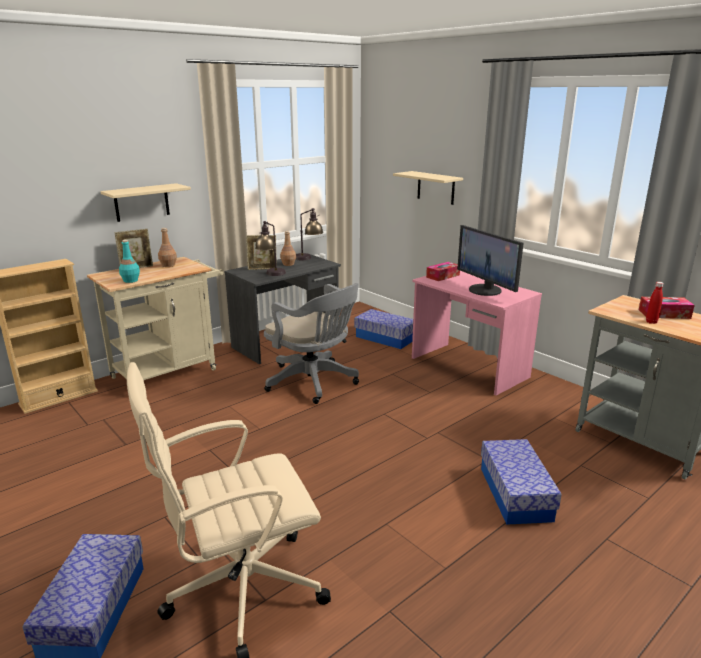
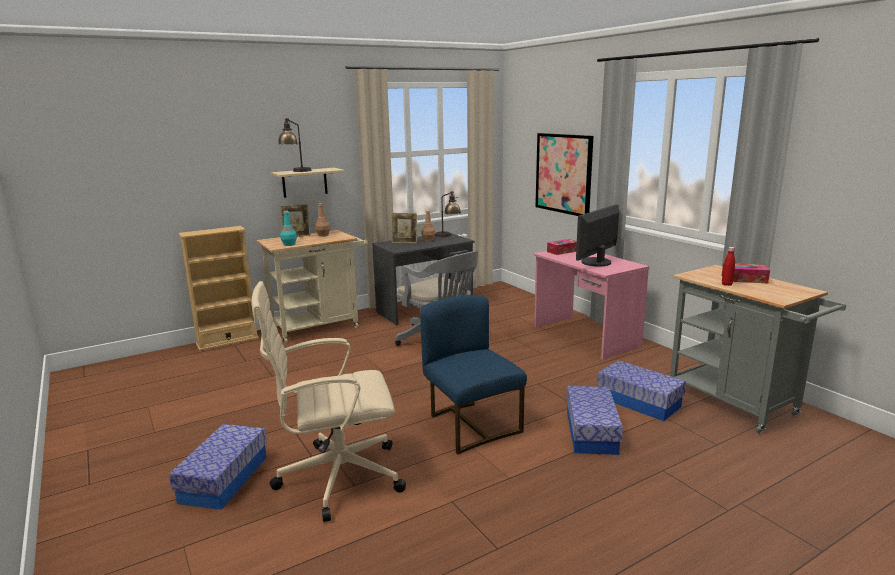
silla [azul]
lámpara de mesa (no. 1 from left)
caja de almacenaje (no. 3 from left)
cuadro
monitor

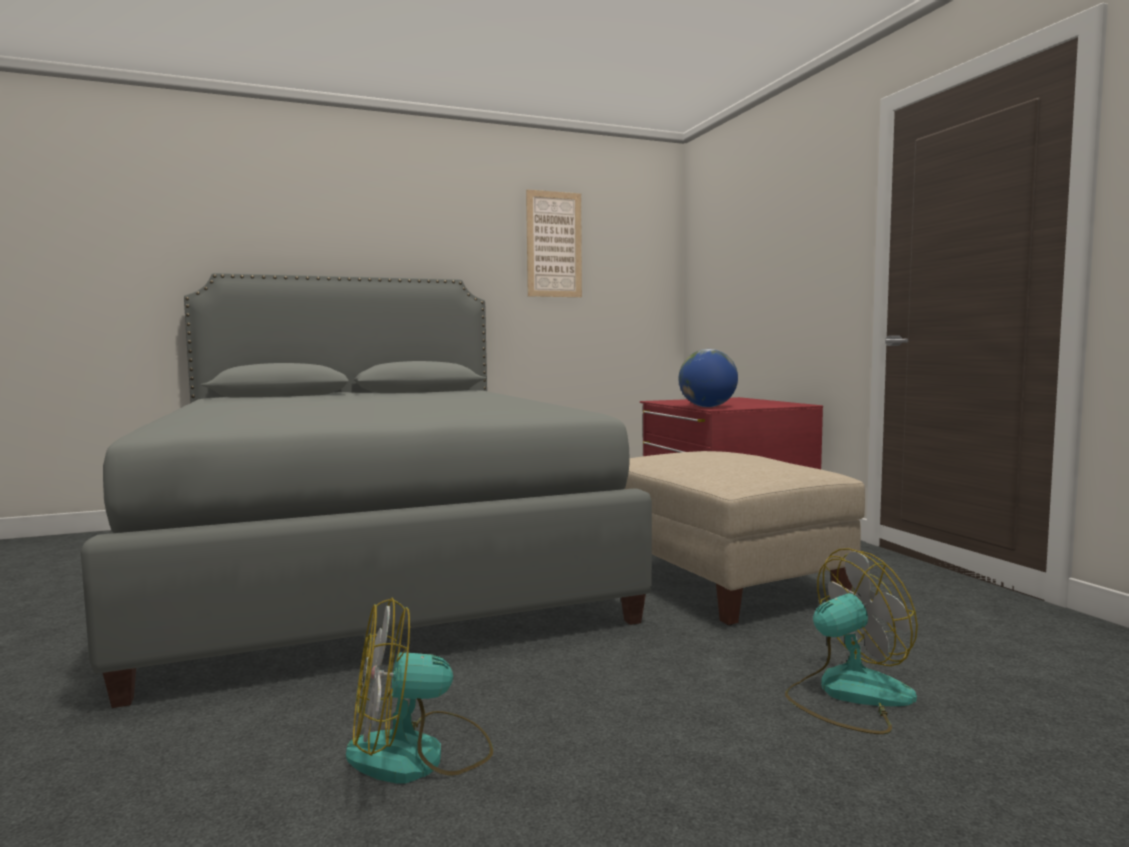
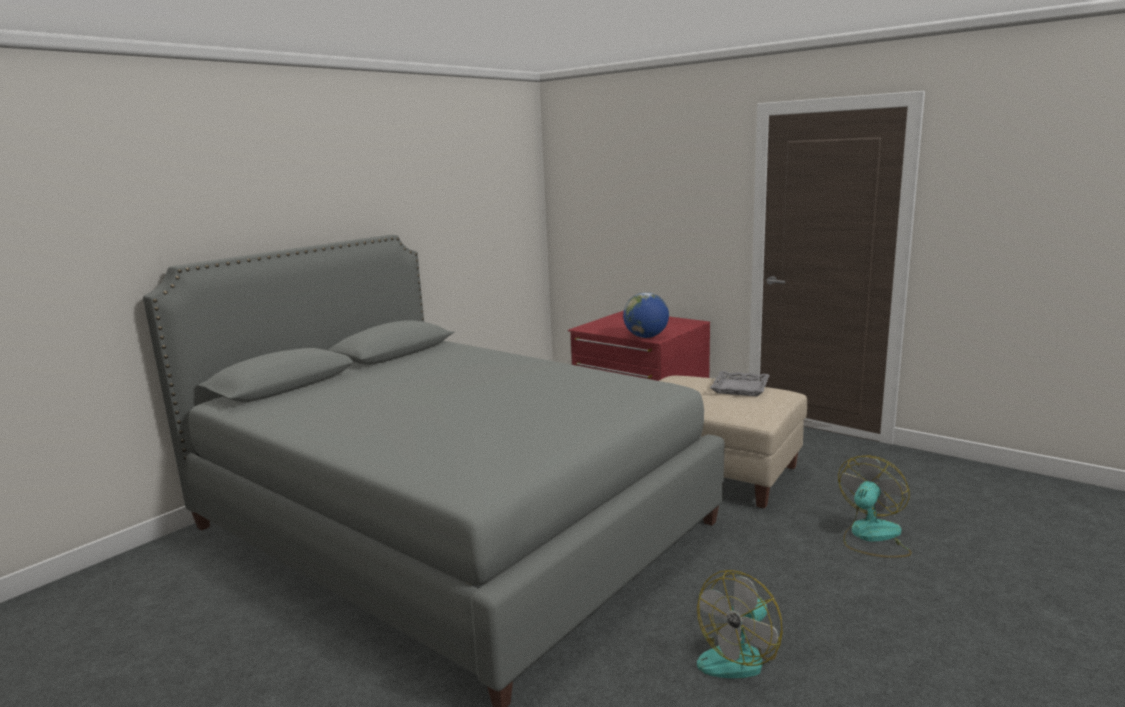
cuadro
bandeja [gris]

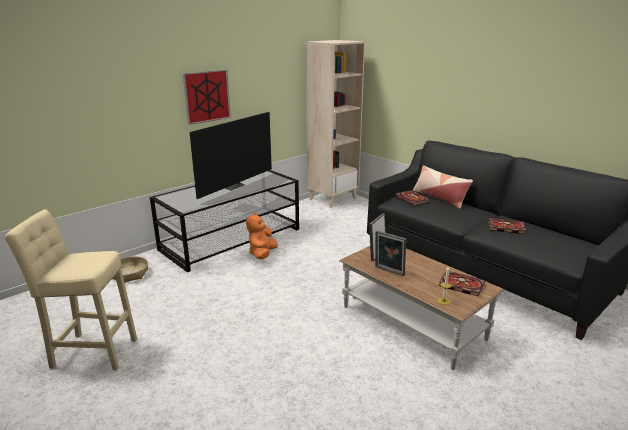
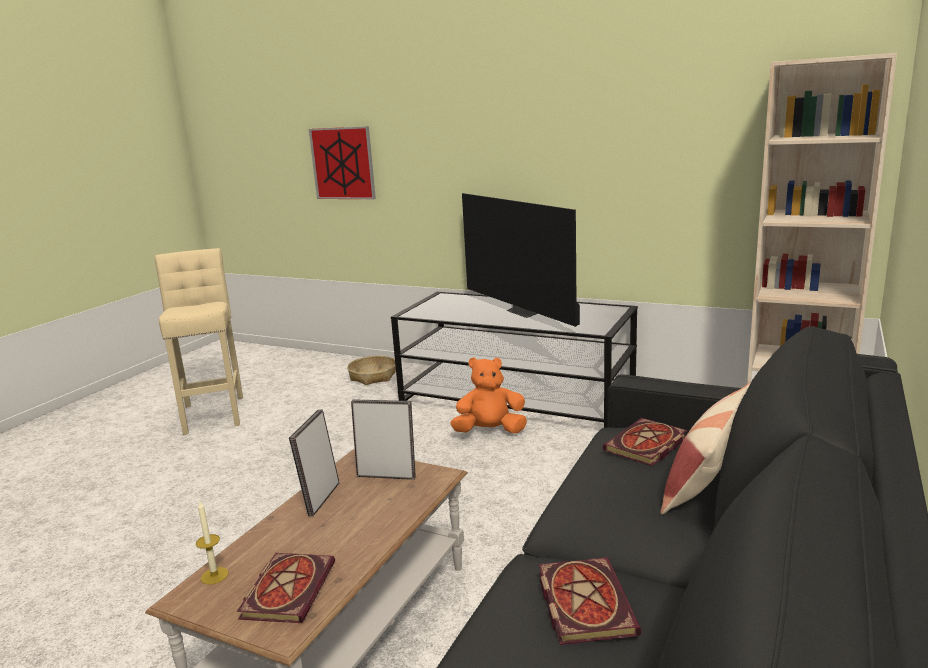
cuadro
televisor

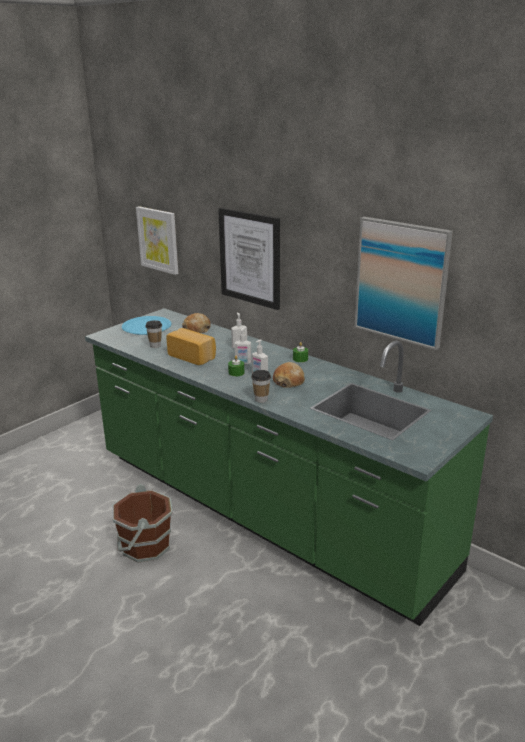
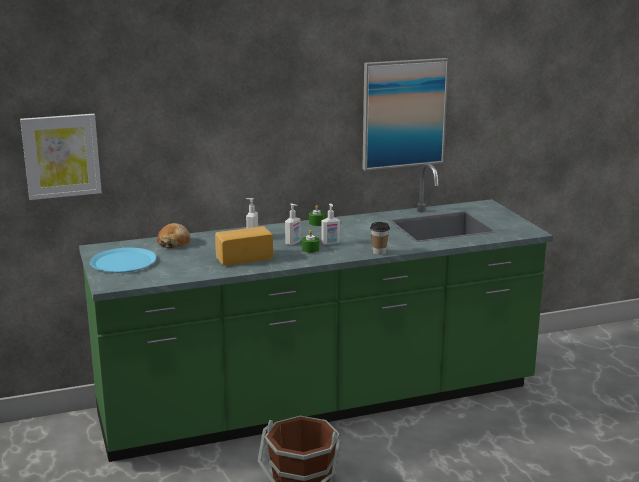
taza (no. 1 from left in the first image)
cuadro (no. 2 from left in the first image)
pan (no. 3 from left in the first image)

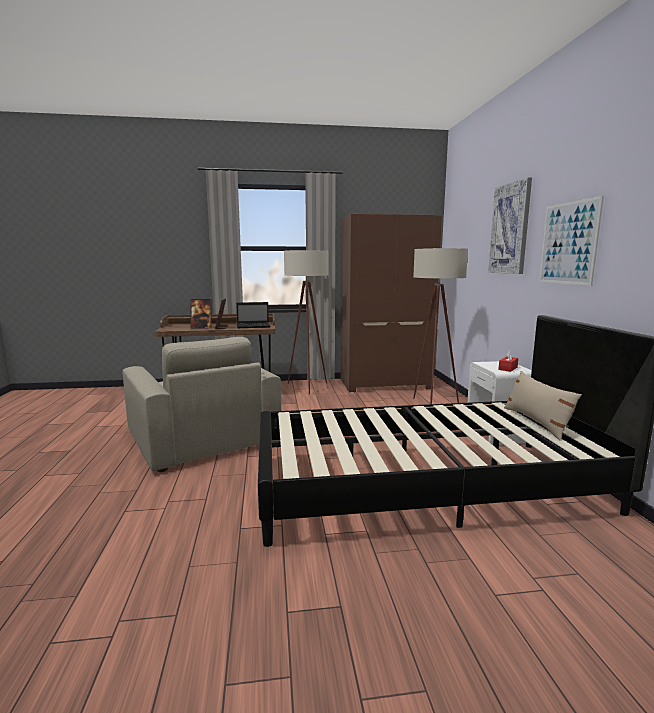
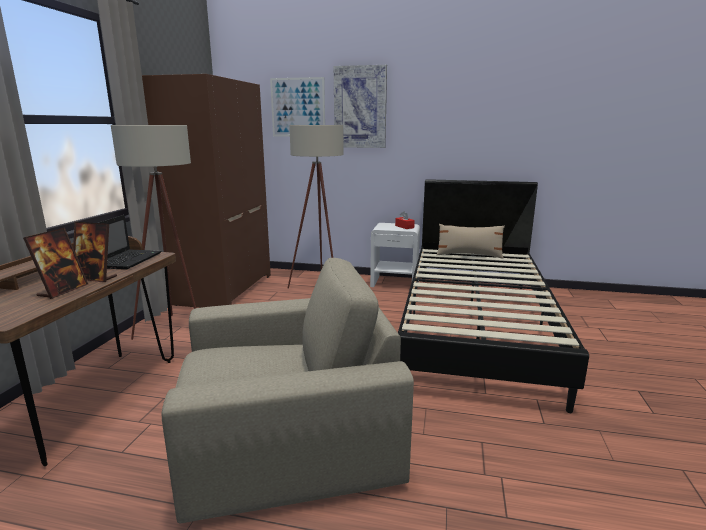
cuadro (no. 1 from left)

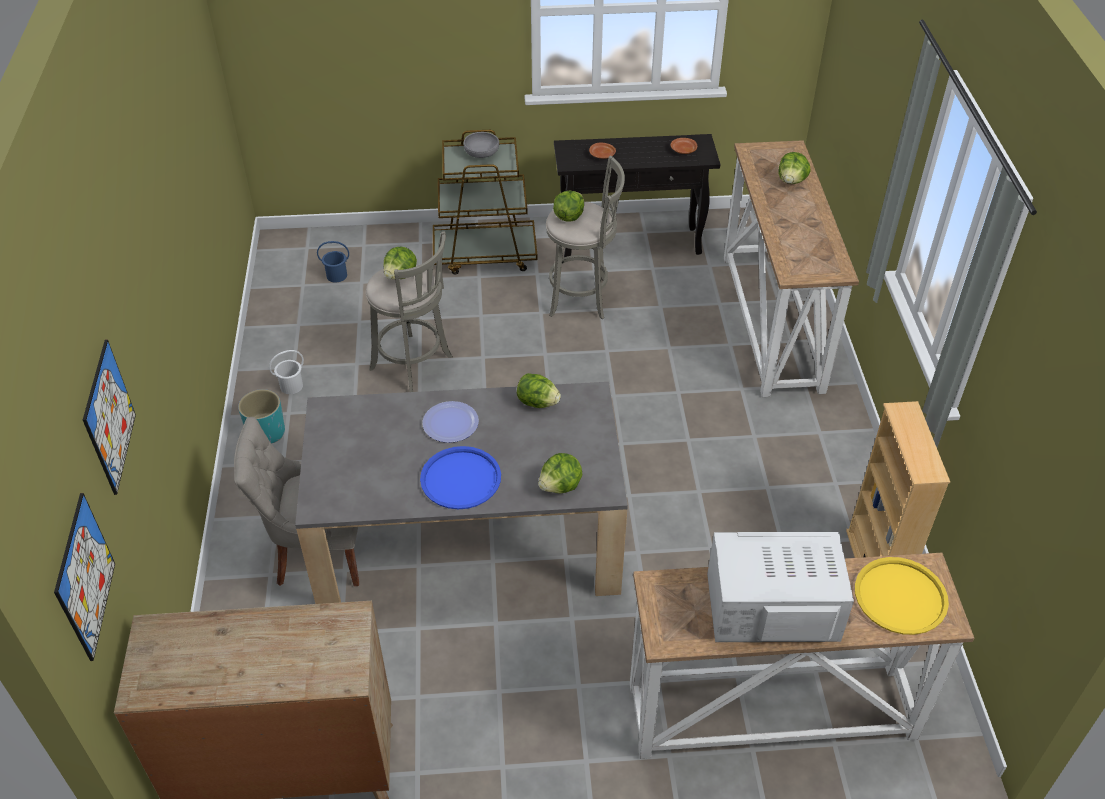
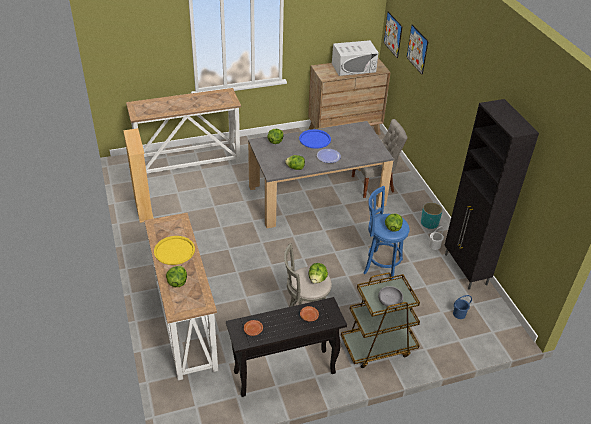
armario [negro]
microondas [blanco]
bandeja [amarillo]
taburete [azul]

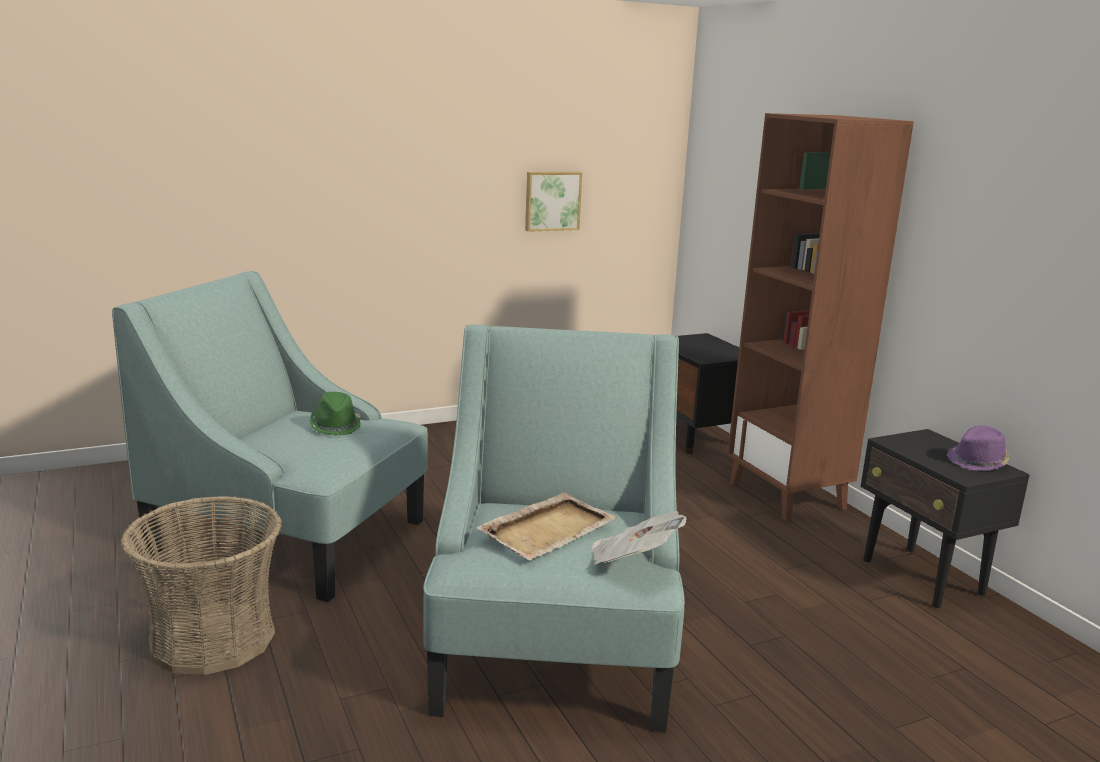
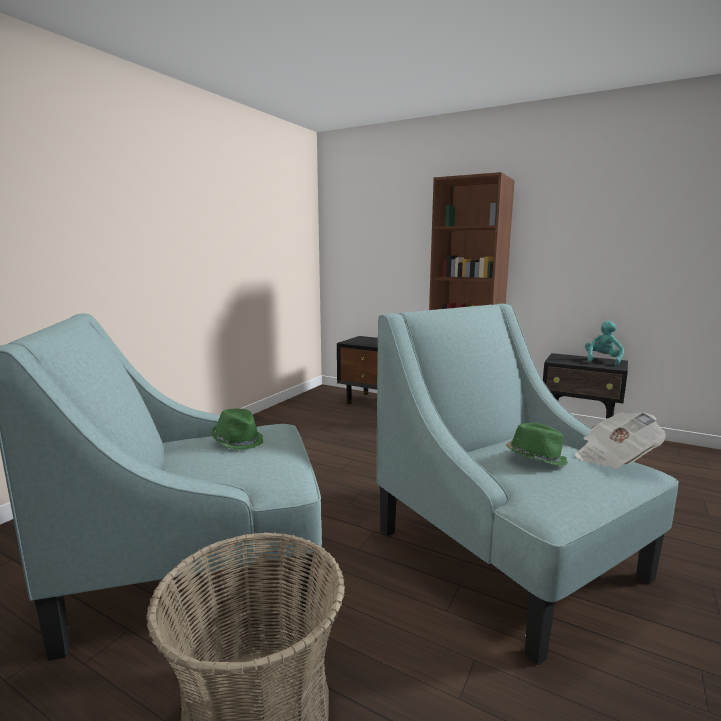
cuadro
sombrero [verde] (no. 2 from left)
peluche [turquesa]

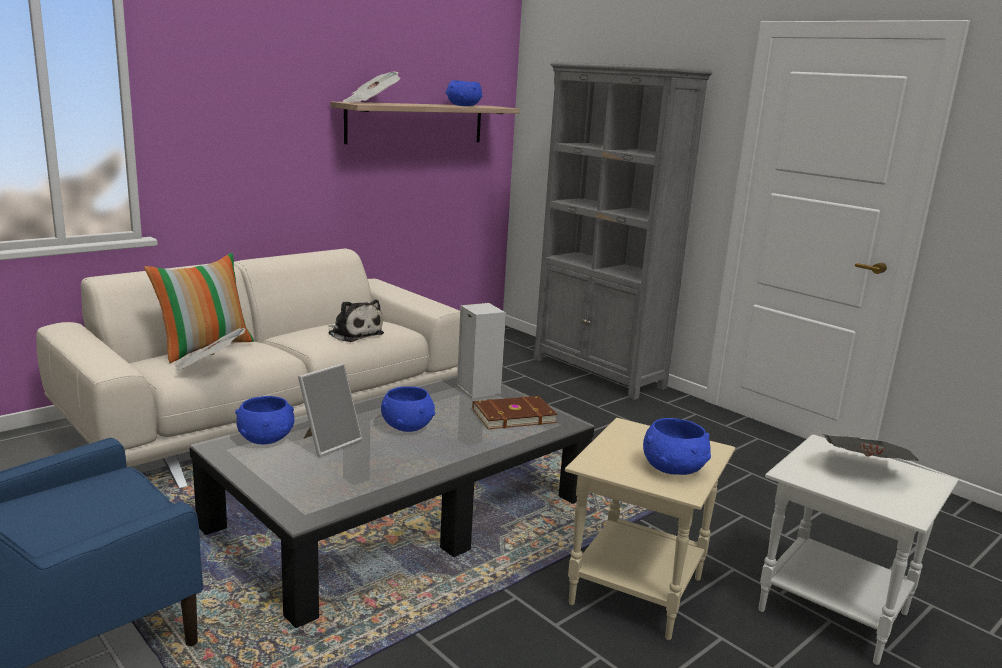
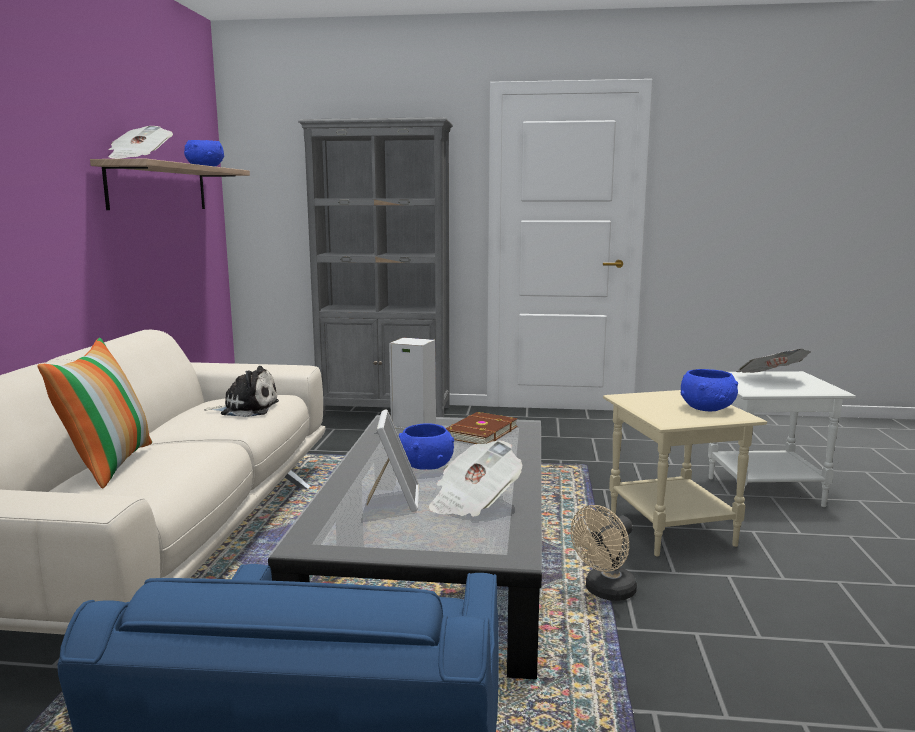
cuenco [azul] (no. 1 from left in the first image)
ventilador [beis]
periódico (no. 2 from left)

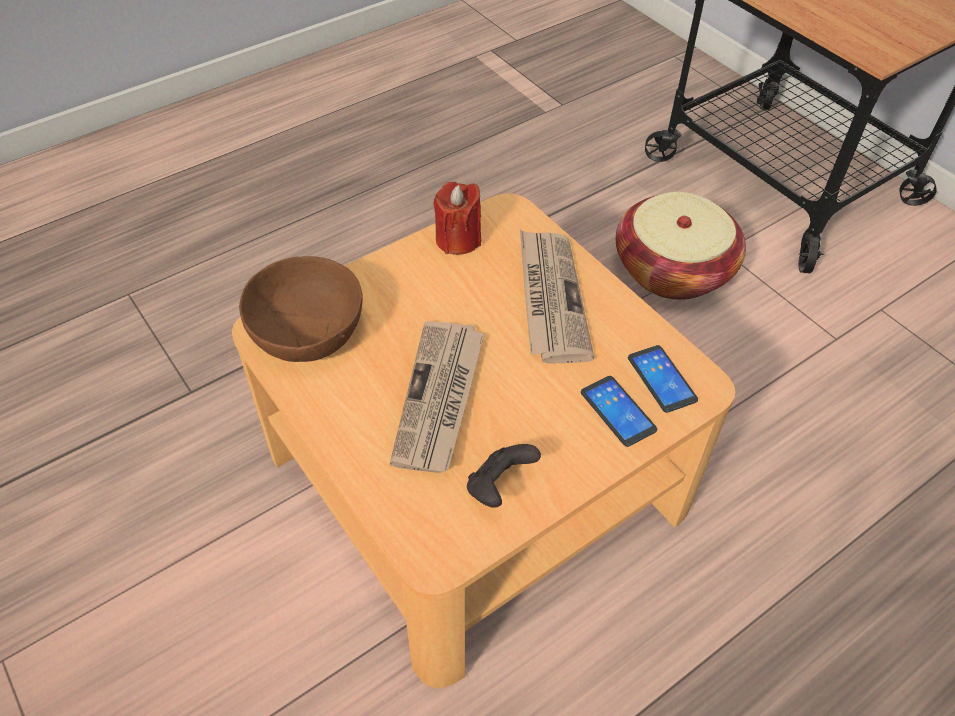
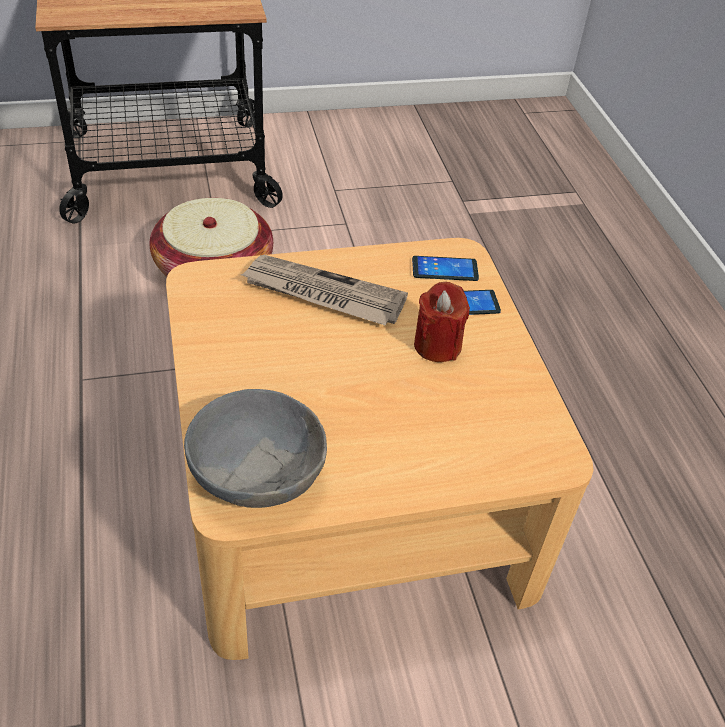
periódico (no. 1 from left in the first image)
mando de consola [negro]
vela [rojo]
cuenco [gris]

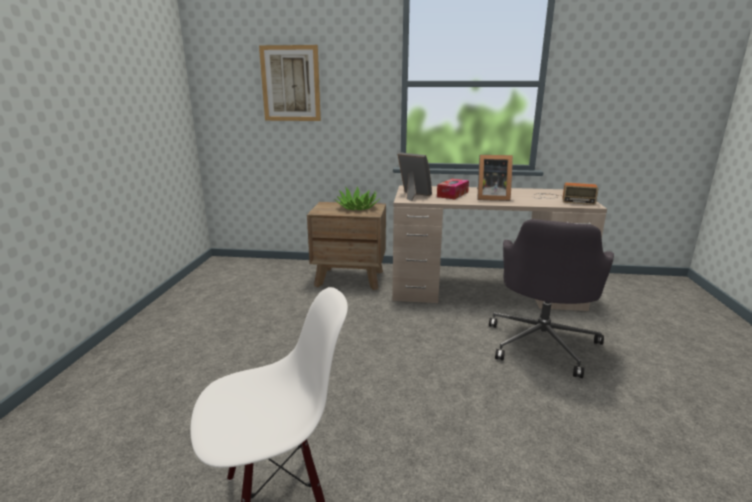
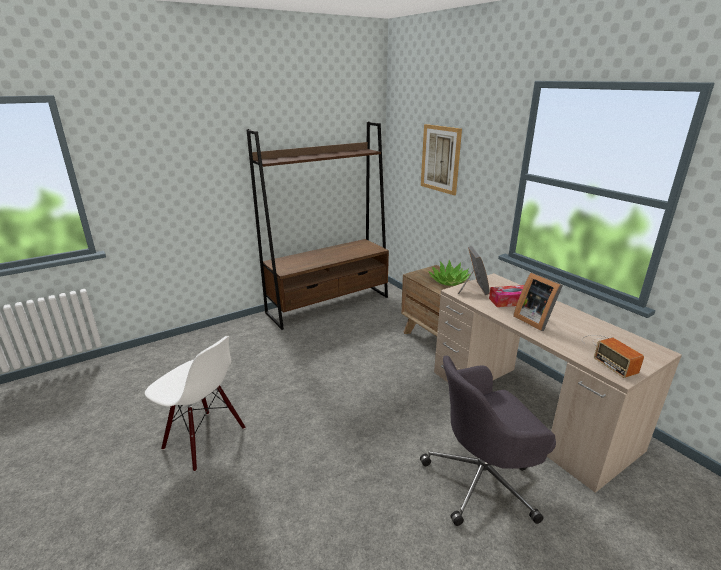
estantería [marrón]

